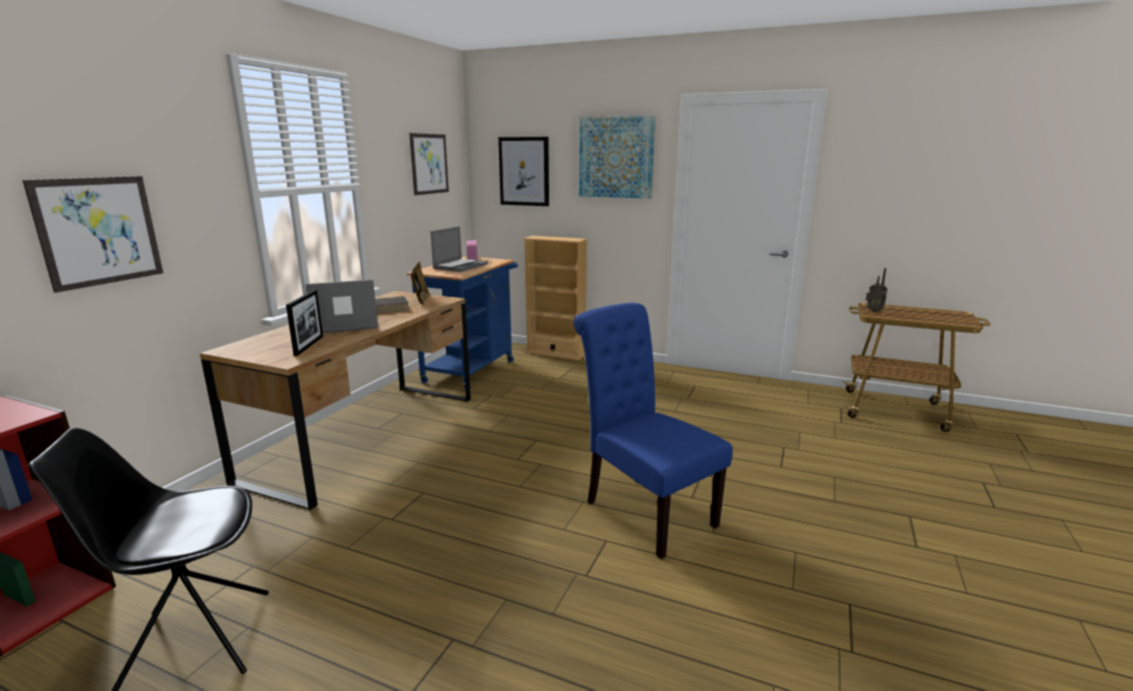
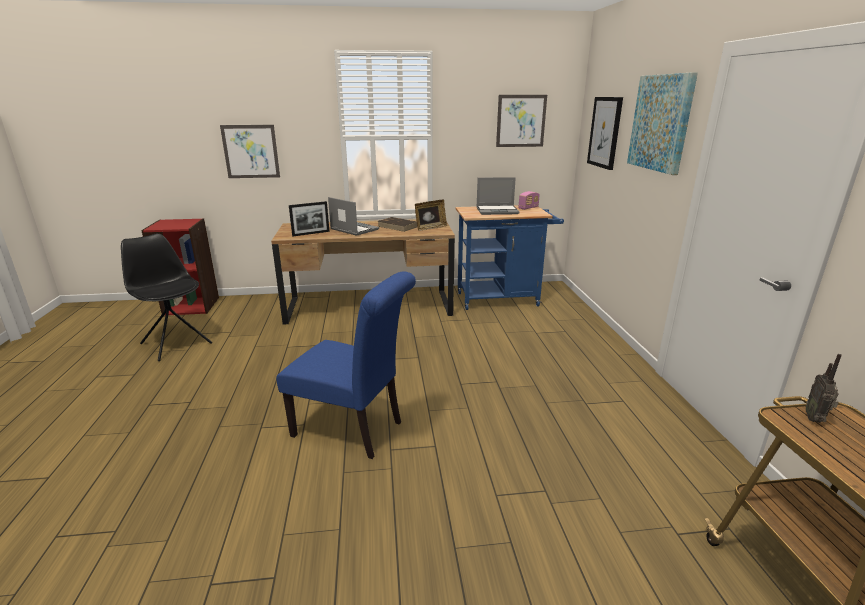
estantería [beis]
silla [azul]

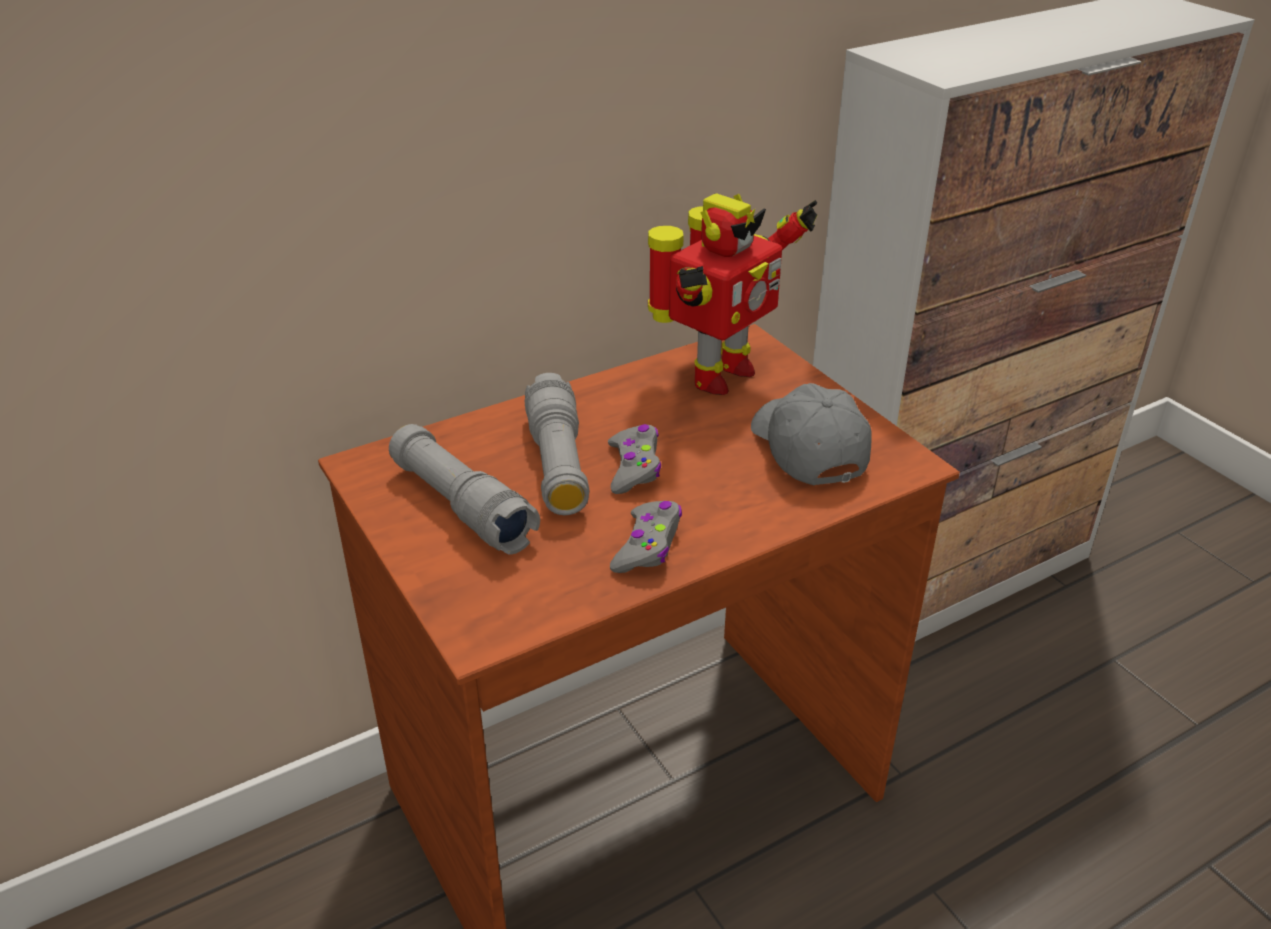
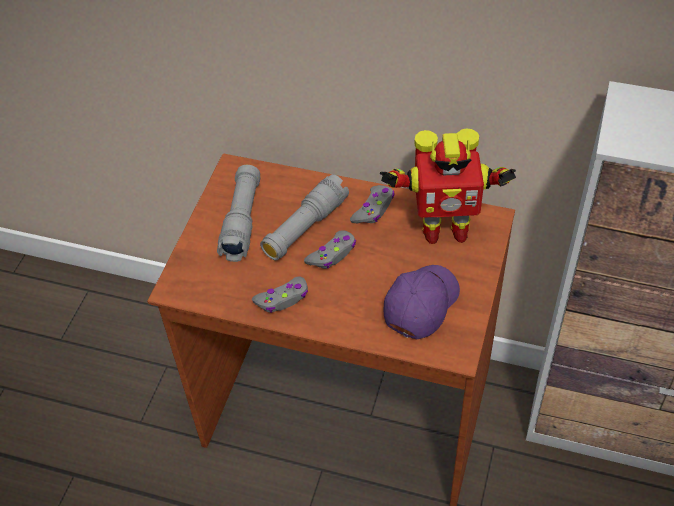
mando de consola [gris] (no. 3 from left)
gorra [morado]

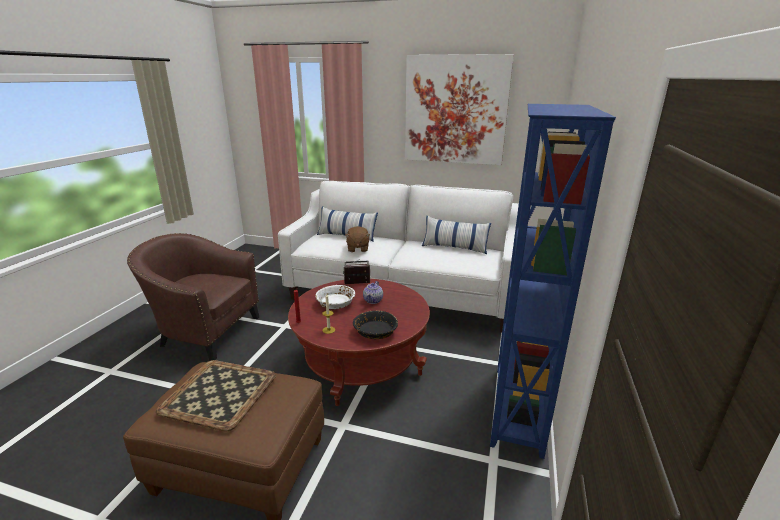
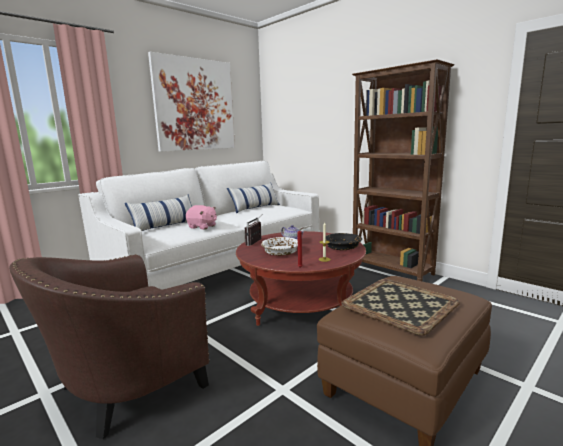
peluche [rosa]
estantería [marrón]

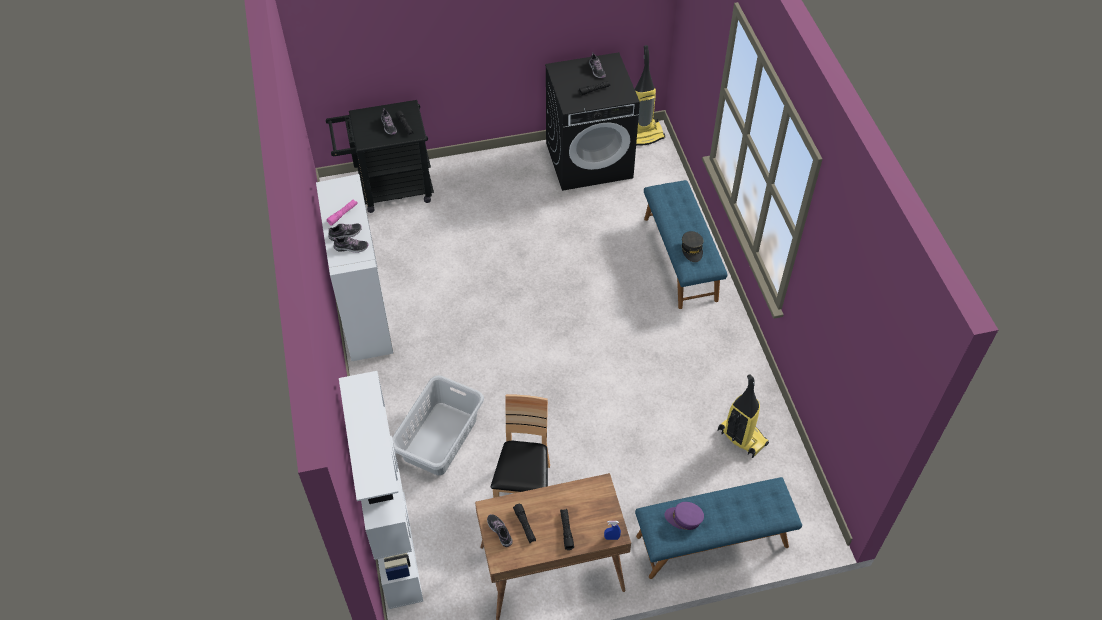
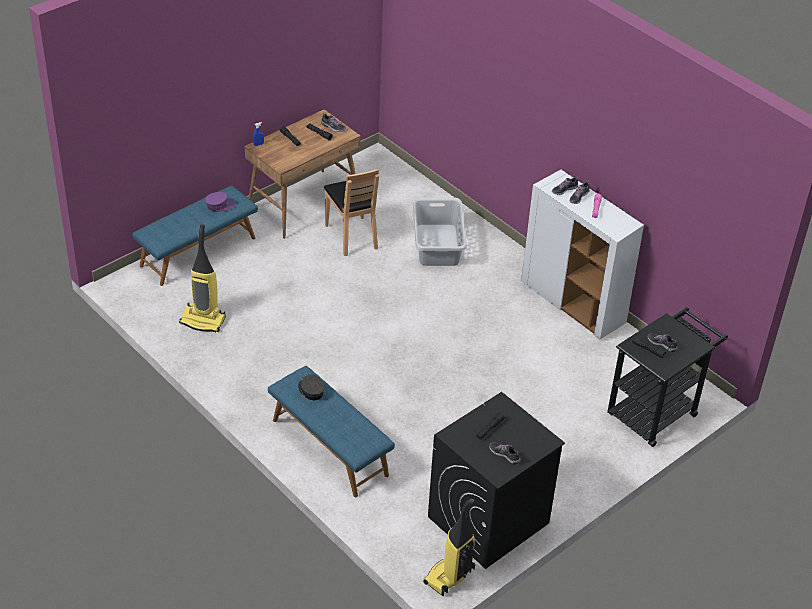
estantería [blanco]

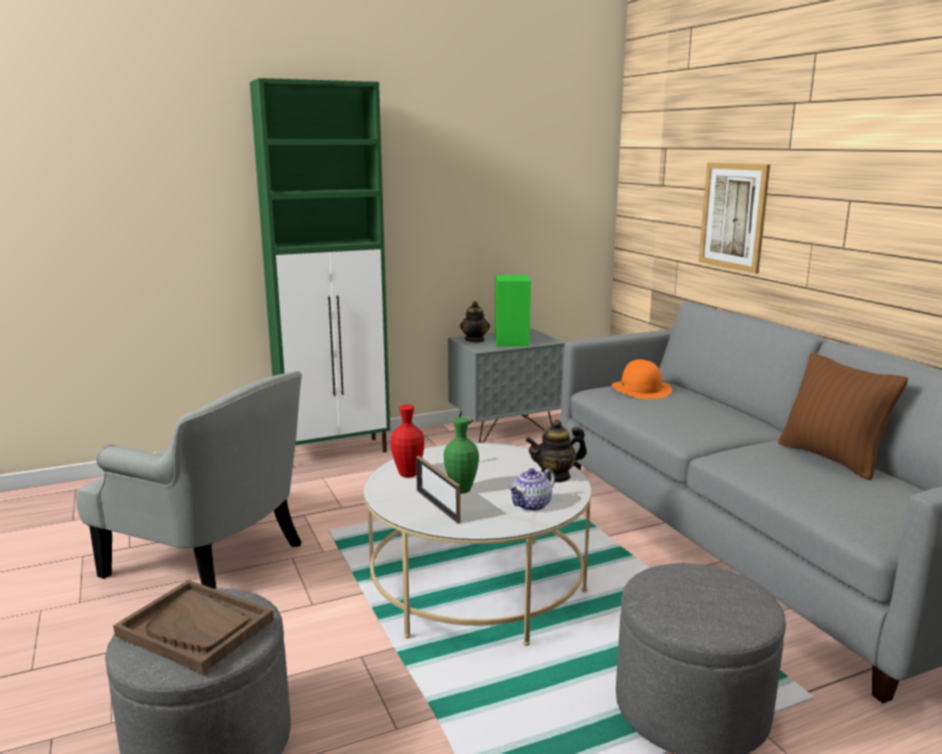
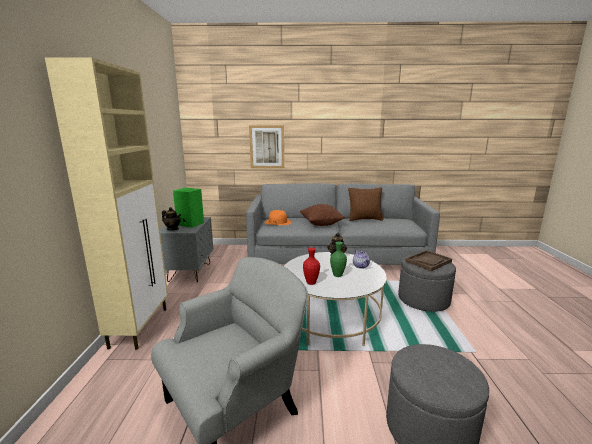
portarretratos
cojín [marrón] (no. 1 from left)
bandeja [marrón]
armario [beis]

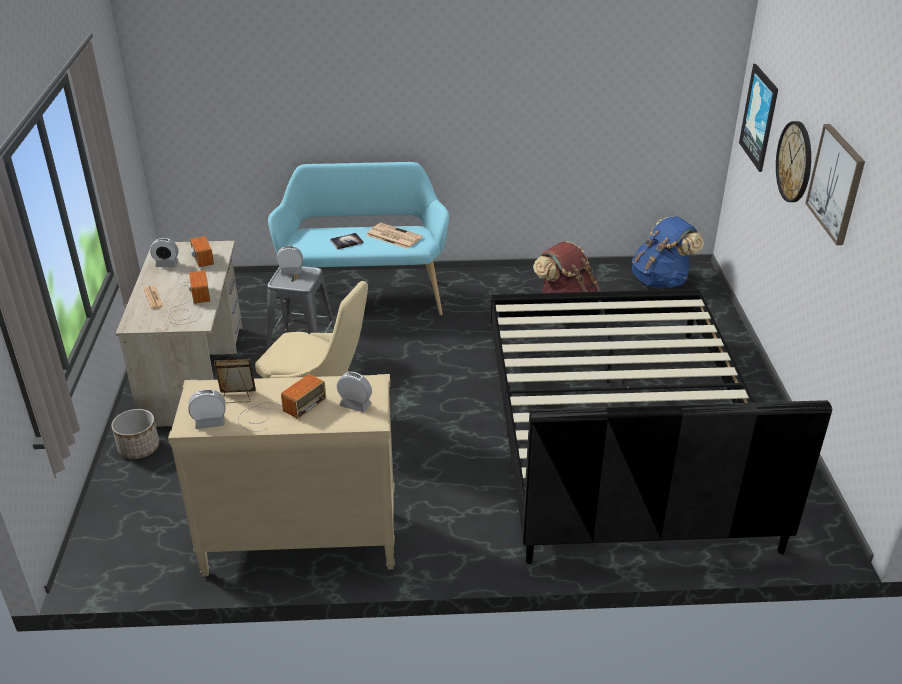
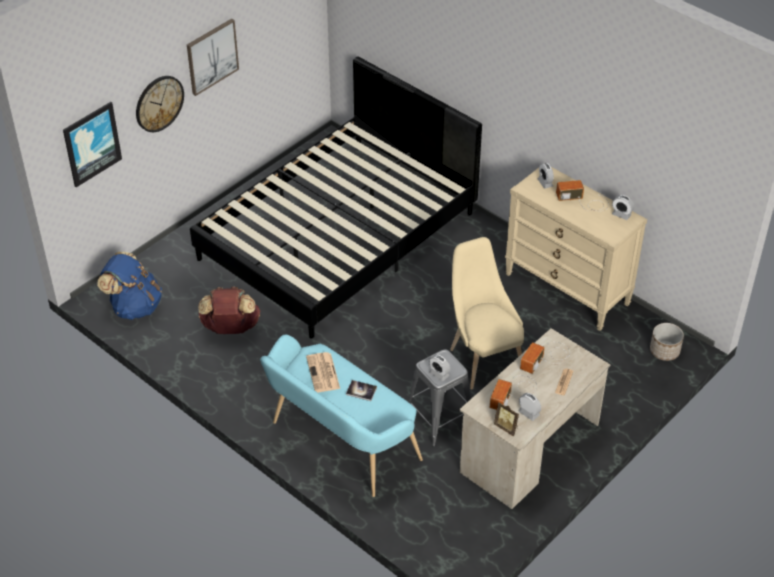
maceta
portarretratos

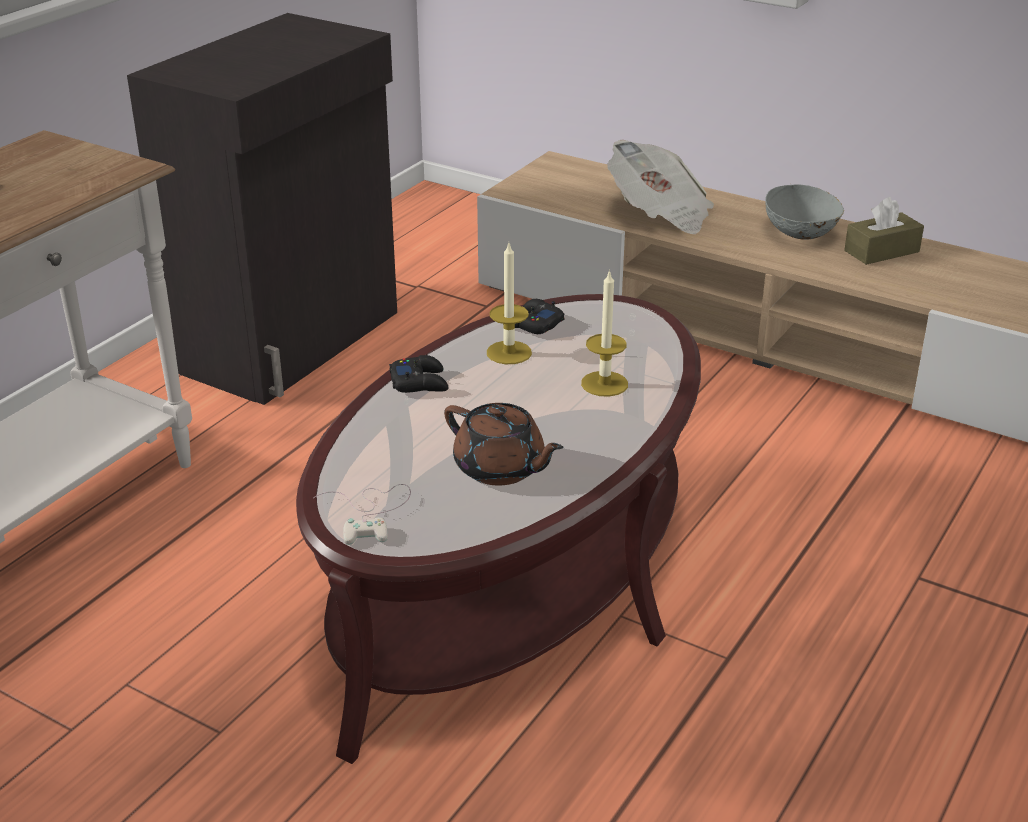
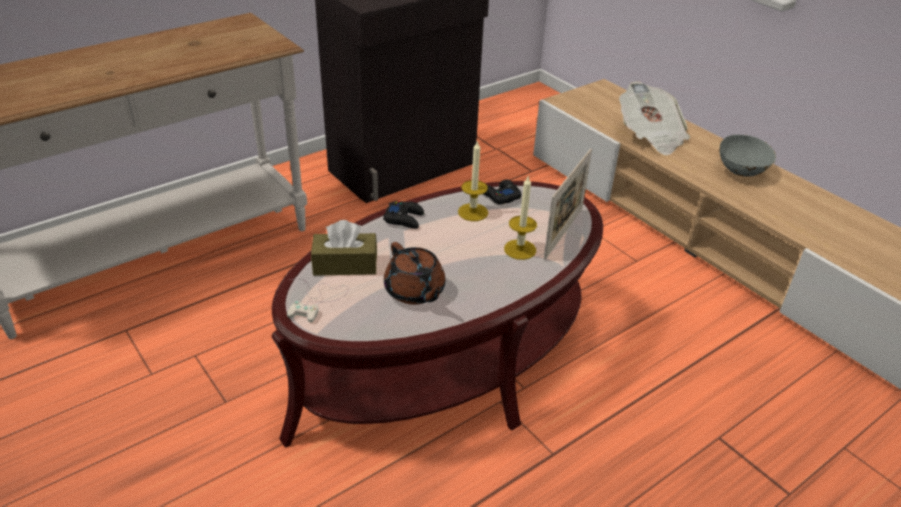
portarretratos
caja de pañuelos [marrón]

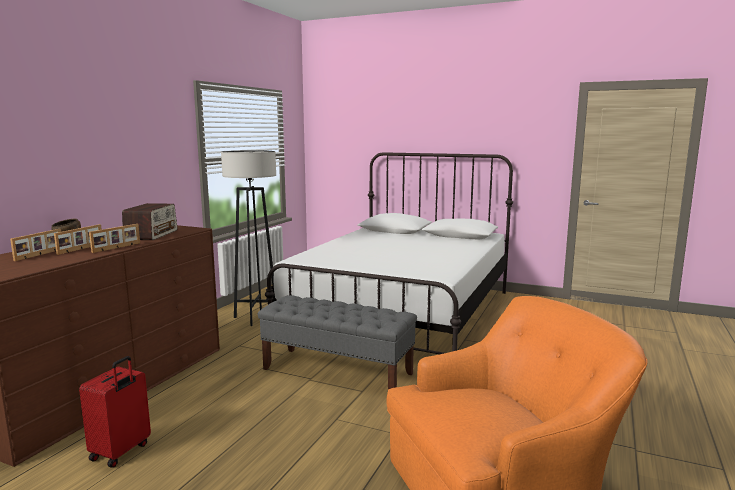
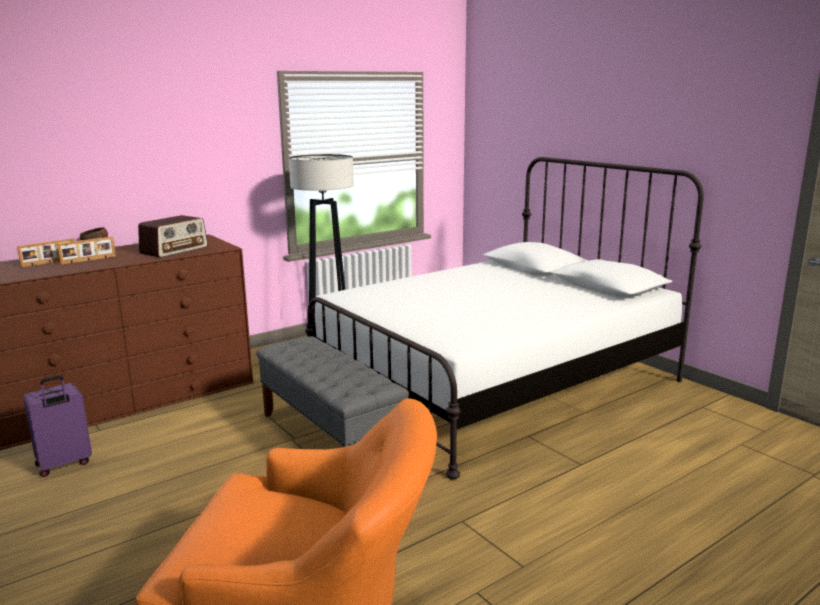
portarretratos (no. 3 from left in the first image)
maleta [morado]

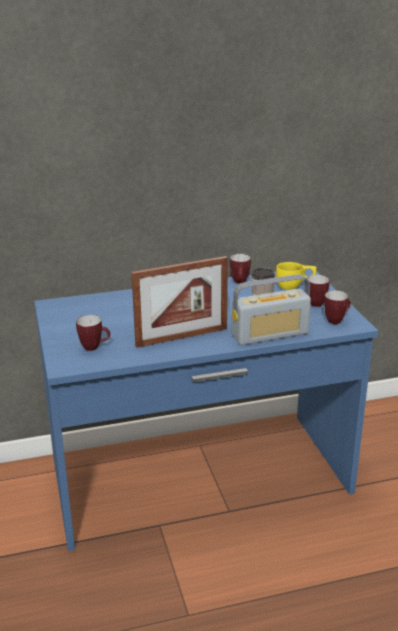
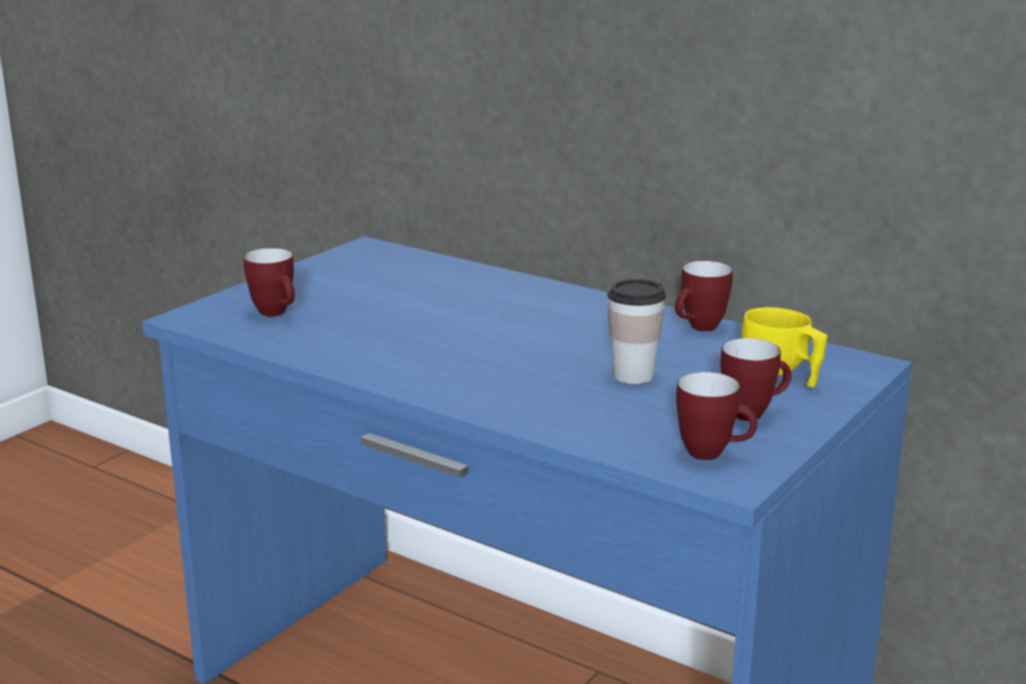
portarretratos
radio

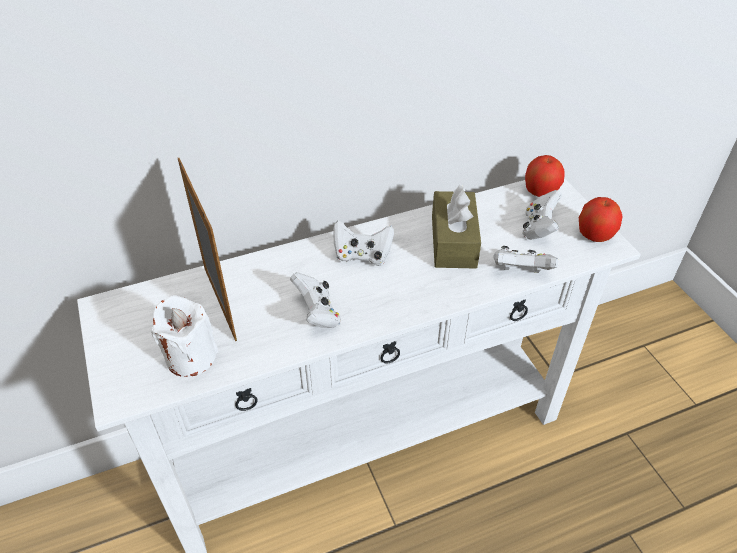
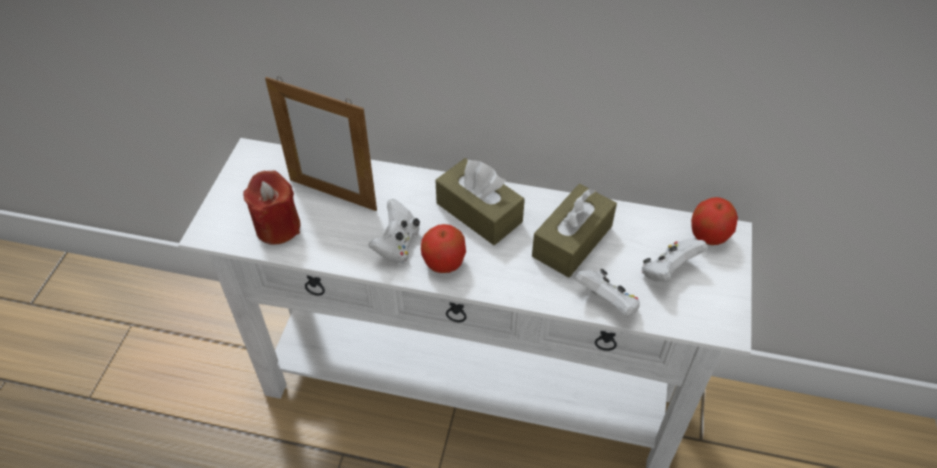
manzana (no. 1 from left)
caja de pañuelos [marrón] (no. 1 from left)
vela [rojo]
portarretratos

